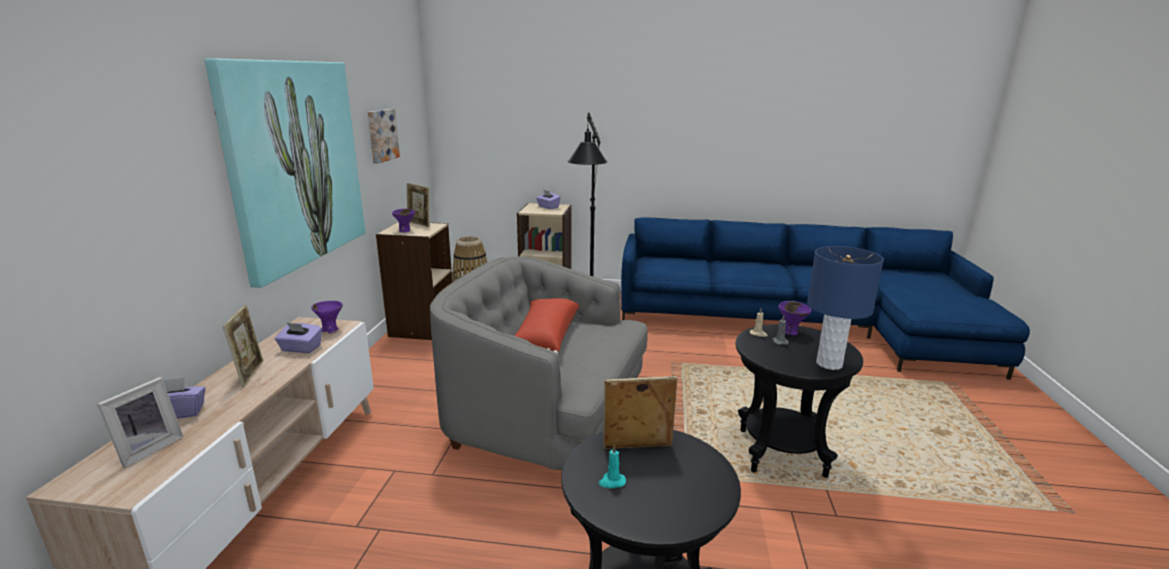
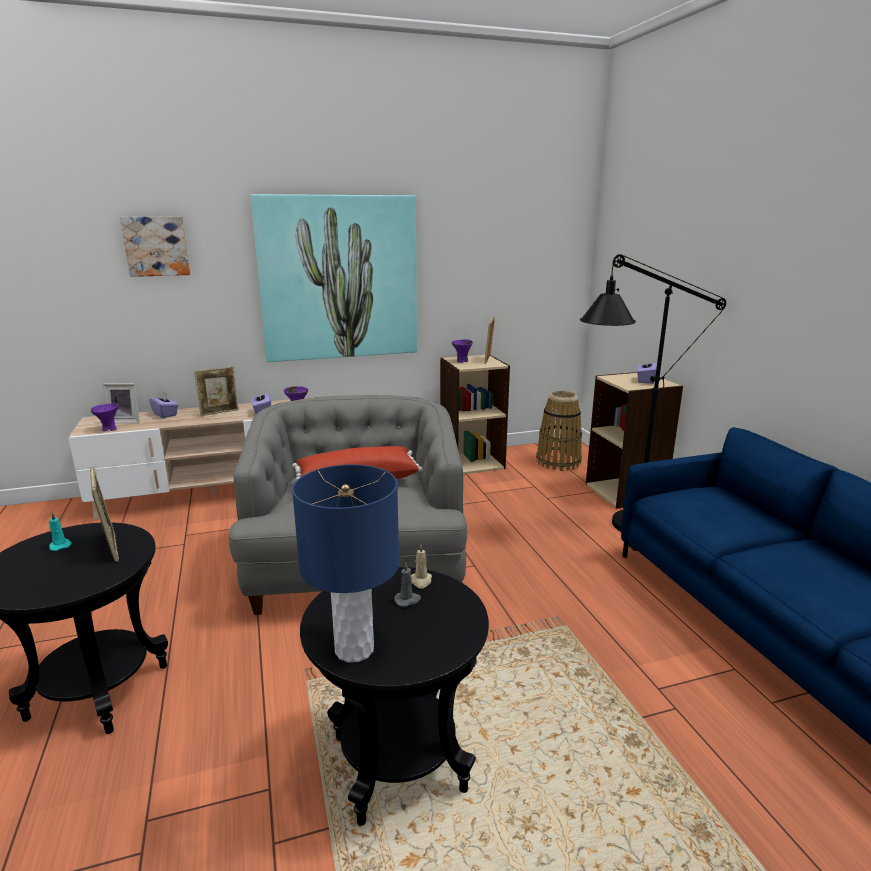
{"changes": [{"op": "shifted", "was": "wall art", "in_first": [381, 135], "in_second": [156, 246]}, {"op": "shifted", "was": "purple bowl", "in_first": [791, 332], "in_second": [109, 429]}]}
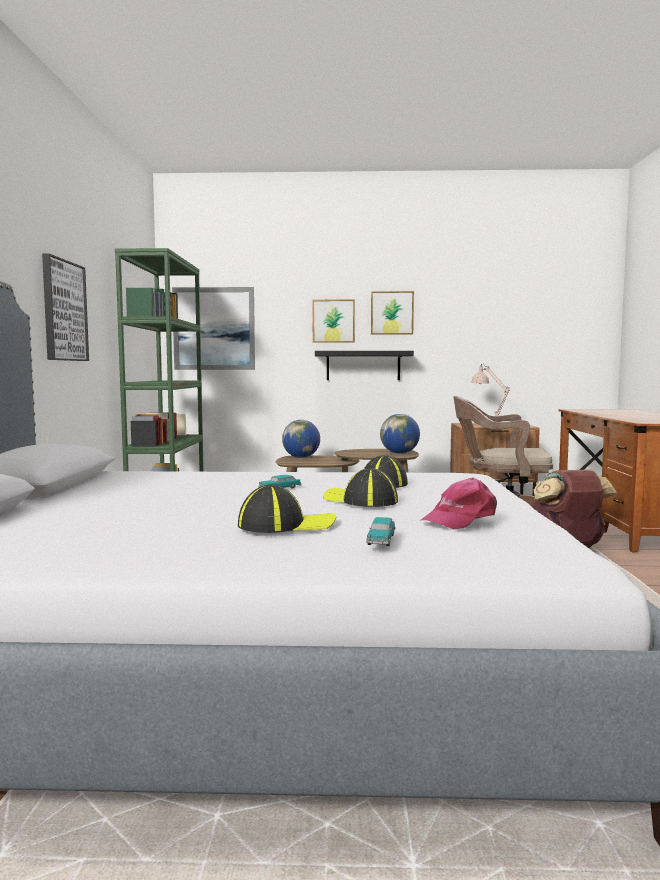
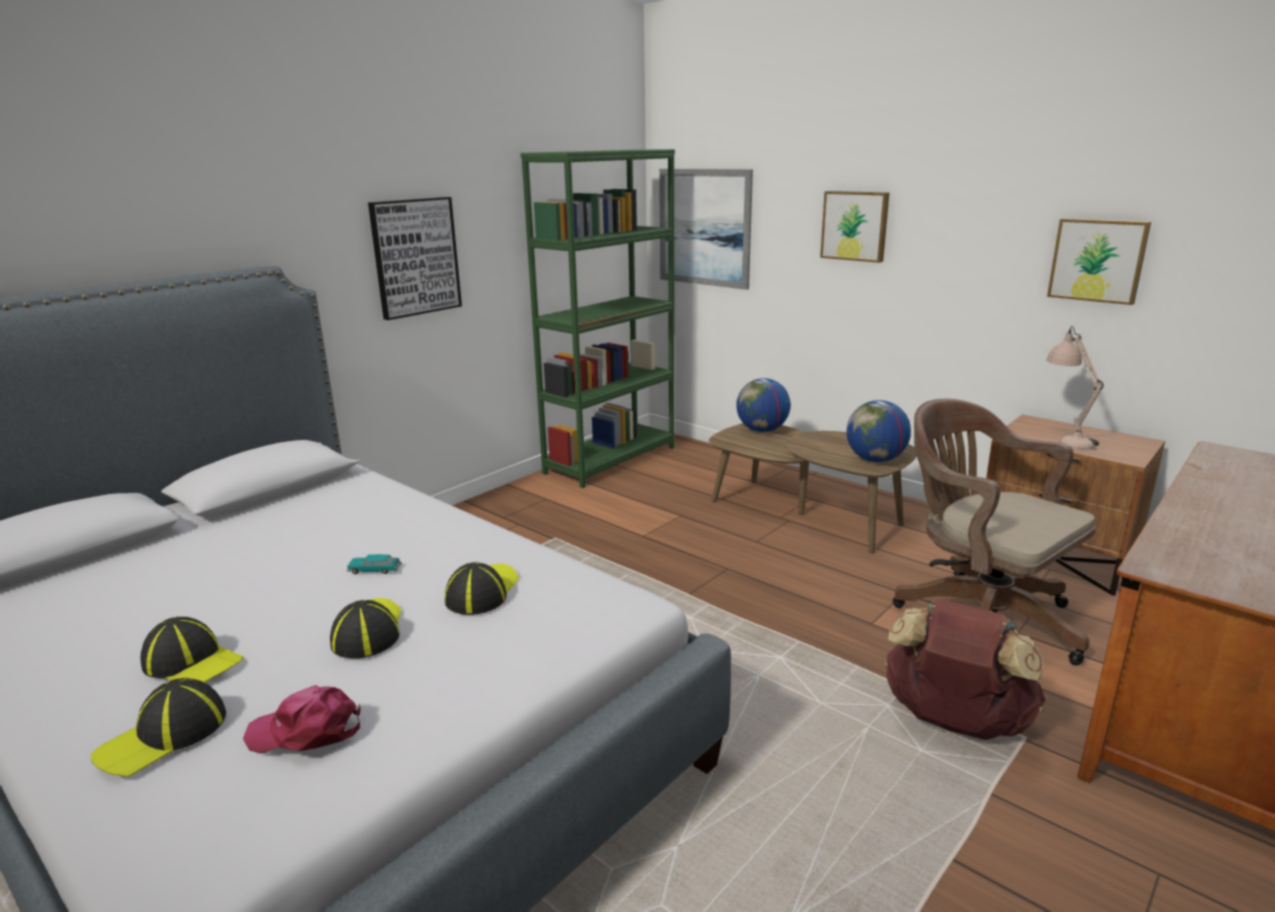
{"changes": [{"op": "gone", "was": "black-coloured wall shelf", "in_first": [363, 365]}, {"op": "shifted", "was": "wall art", "in_first": [392, 313], "in_second": [1098, 260]}, {"op": "swapped", "was": "miniature car", "now": "peaked cap", "in_first": [381, 539], "in_second": [164, 736]}]}
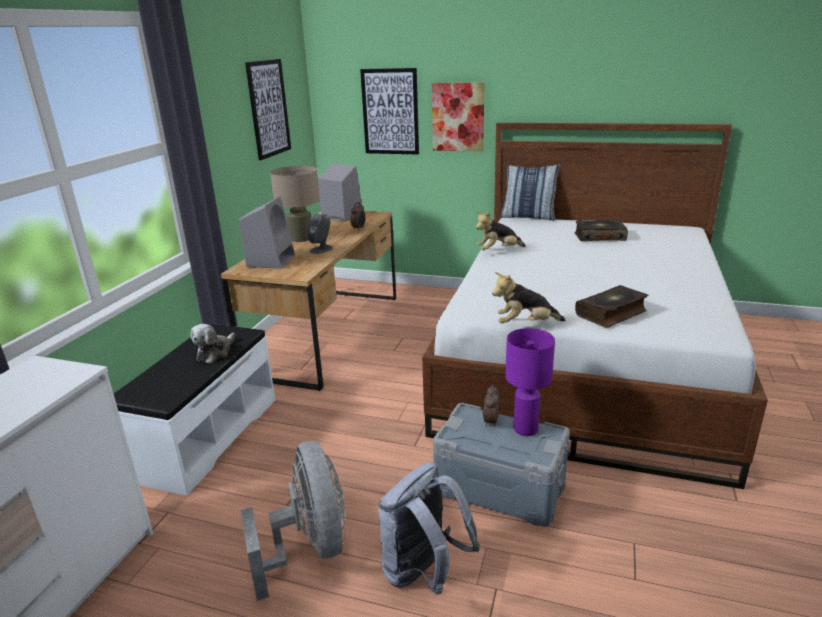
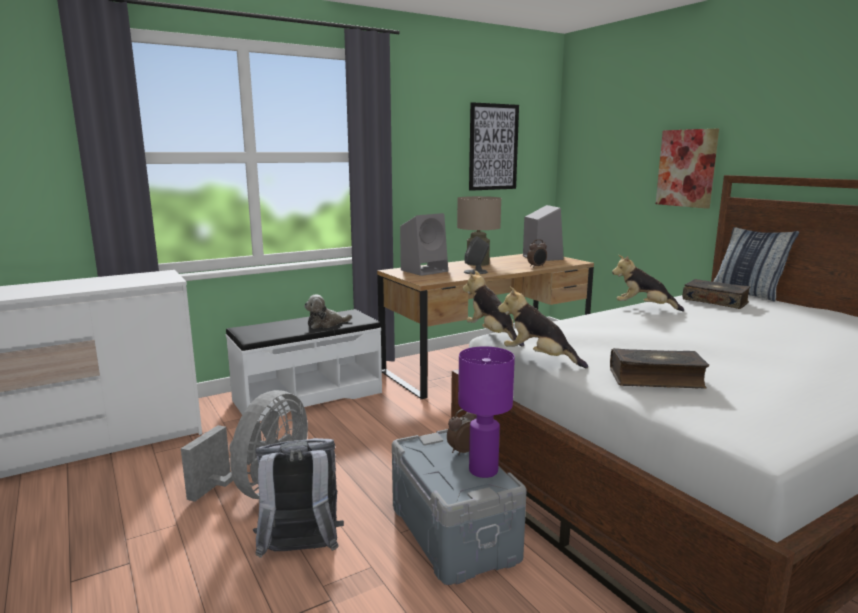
{"changes": [{"op": "gone", "was": "wall art", "in_first": [390, 112]}, {"op": "new", "now": "cuddly toy", "in_second": [492, 335]}, {"op": "shifted", "was": "book", "in_first": [599, 237], "in_second": [715, 301]}]}
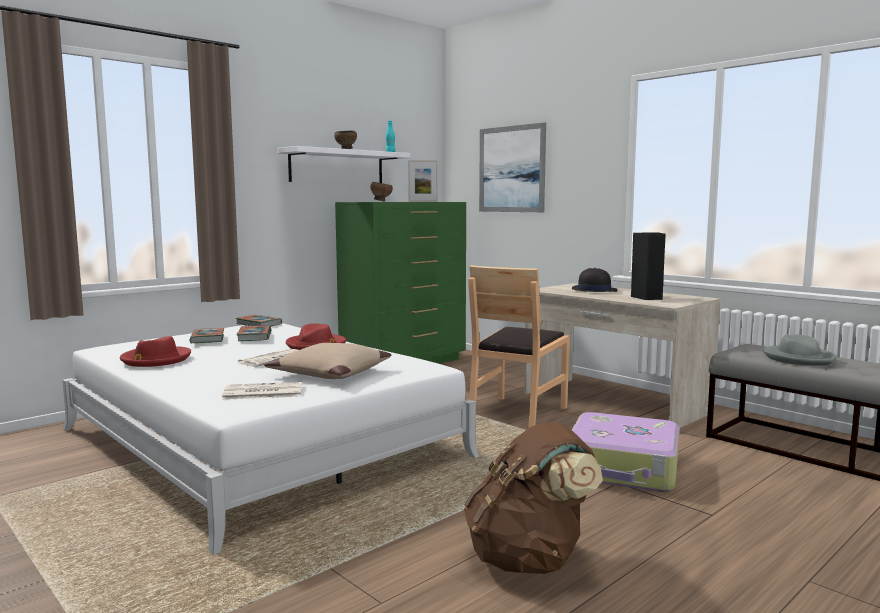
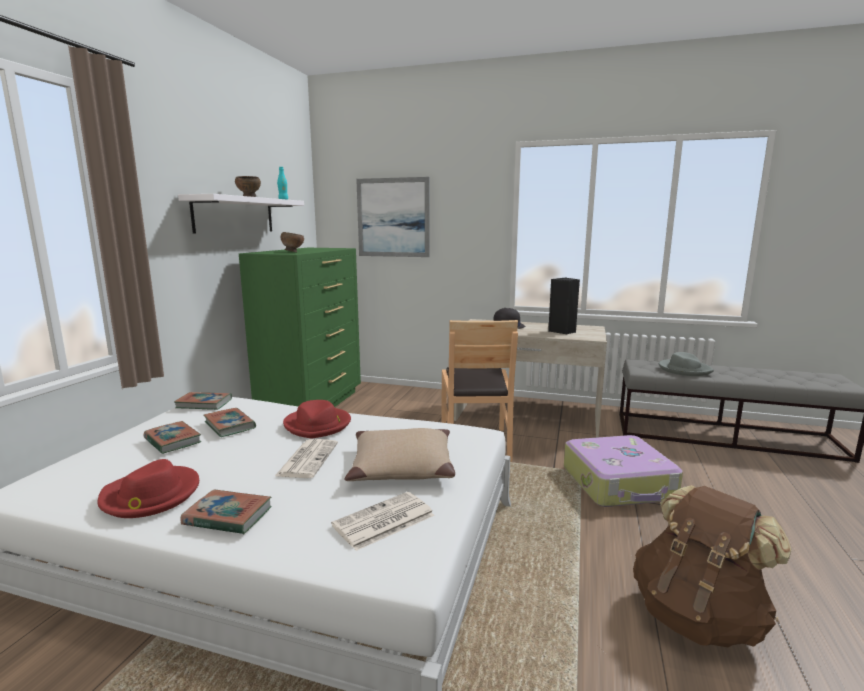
{"changes": [{"op": "gone", "was": "standing frame", "in_first": [423, 201]}, {"op": "new", "now": "book", "in_second": [228, 516]}]}
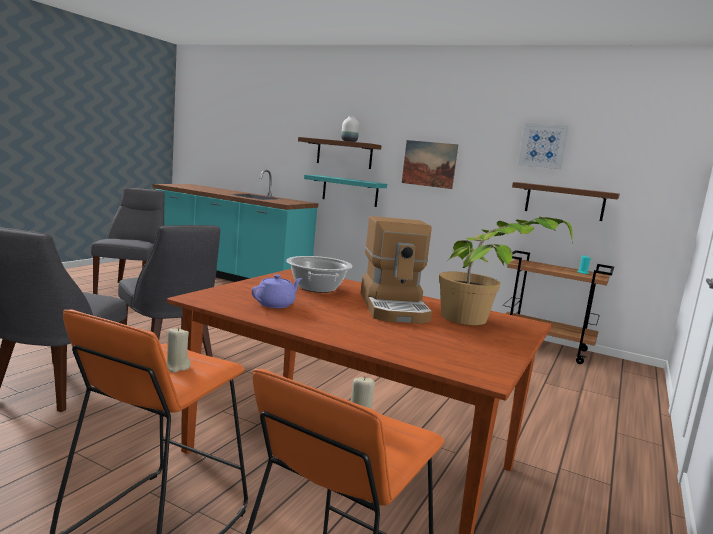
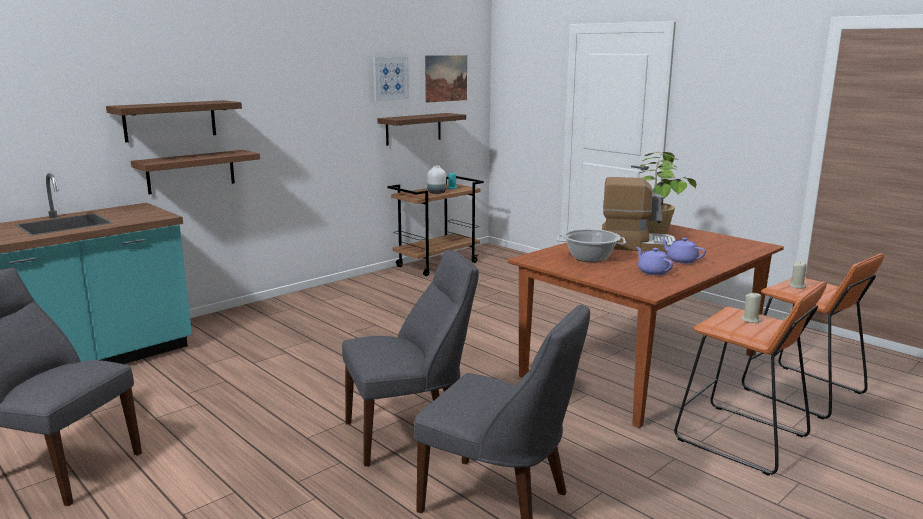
{"changes": [{"op": "new", "now": "purple teapot", "in_second": [681, 260]}, {"op": "shifted", "was": "white vase", "in_first": [348, 141], "in_second": [436, 193]}, {"op": "shifted", "was": "wall art", "in_first": [429, 164], "in_second": [446, 78]}, {"op": "repainted", "was": "blue-green wall shelf", "now": "brownish wall shelf", "in_first": [350, 191], "in_second": [191, 171]}]}
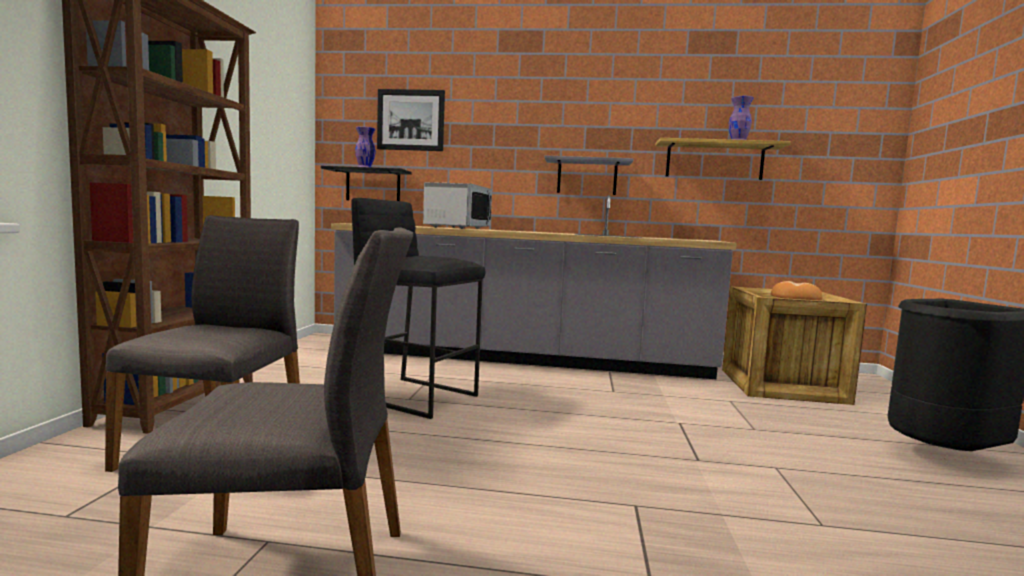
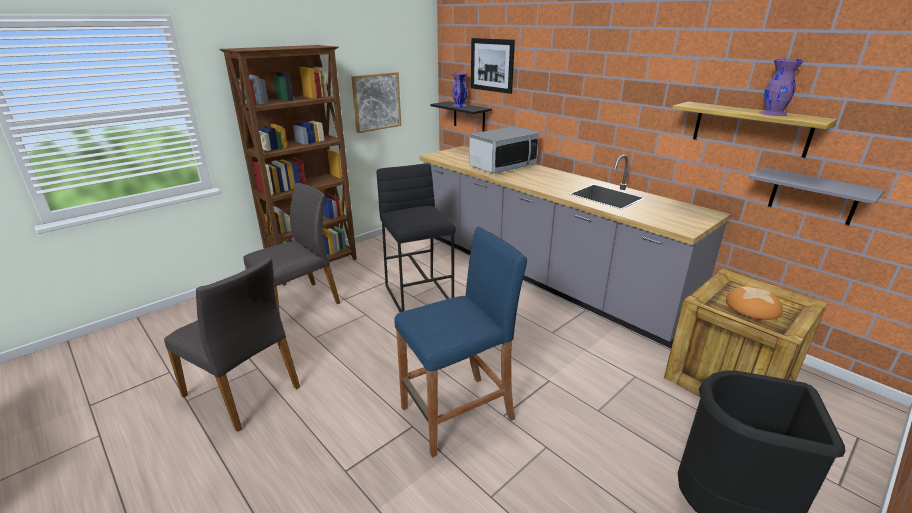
{"changes": [{"op": "new", "now": "wall art", "in_second": [376, 102]}, {"op": "new", "now": "blue-coloured stool seat", "in_second": [457, 414]}, {"op": "shifted", "was": "grey wall shelf", "in_first": [587, 177], "in_second": [813, 196]}]}
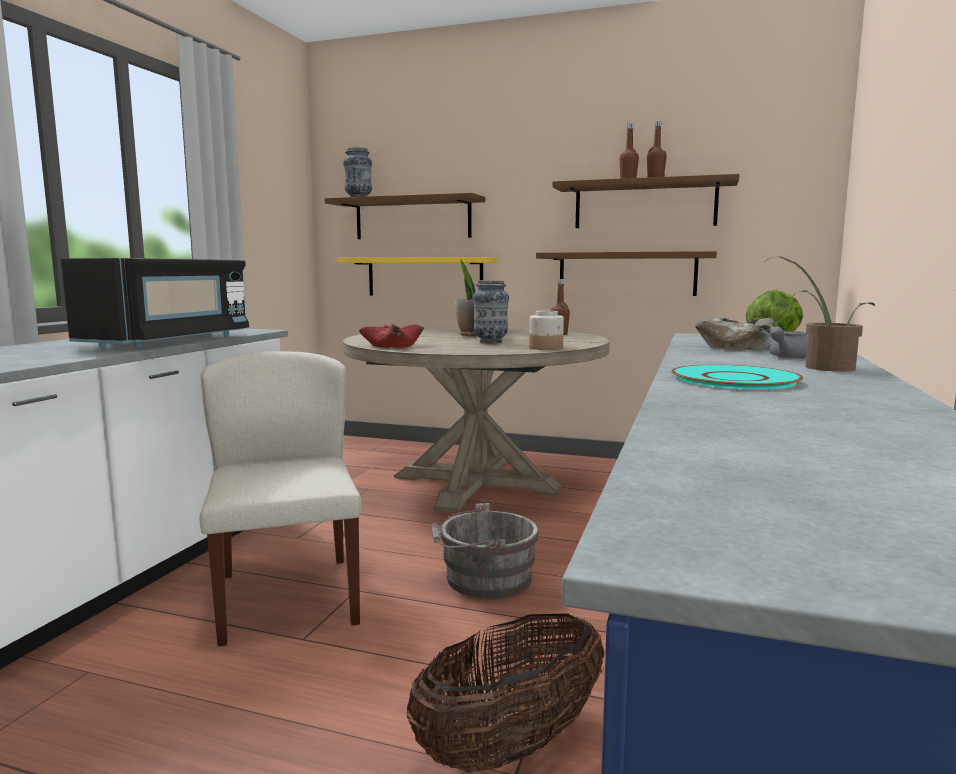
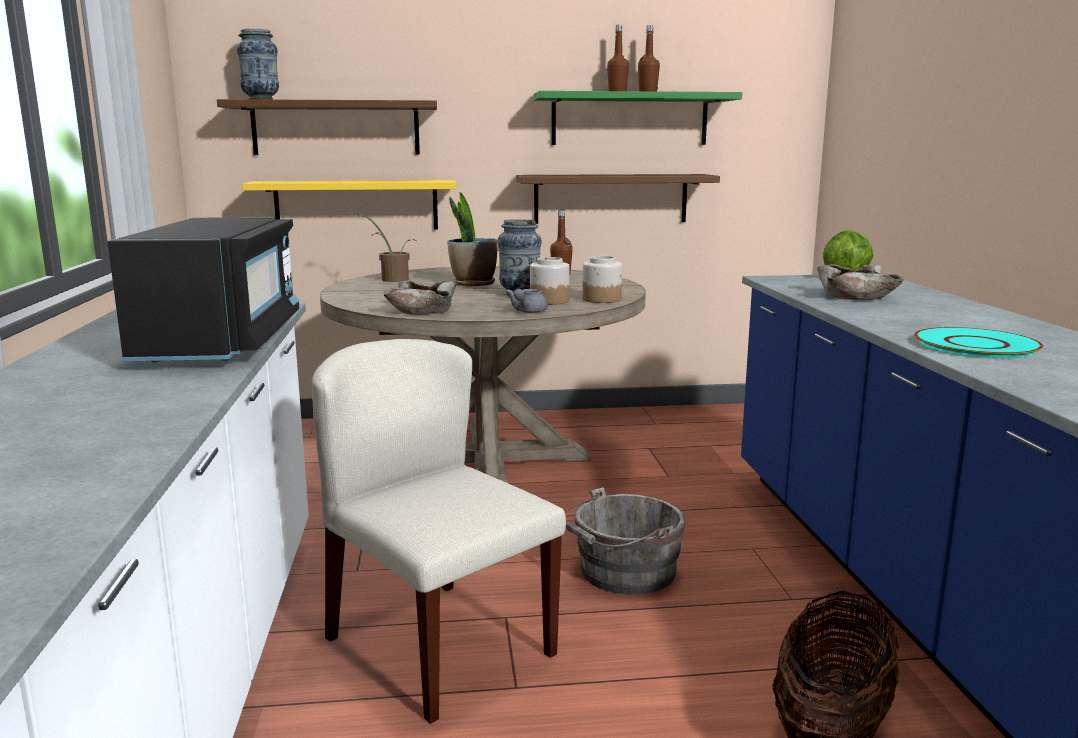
{"changes": [{"op": "new", "now": "storage jar", "in_second": [549, 301]}, {"op": "shifted", "was": "grey teapot", "in_first": [785, 357], "in_second": [527, 312]}, {"op": "shifted", "was": "houseplant", "in_first": [821, 367], "in_second": [390, 279]}, {"op": "repainted", "was": "red-coloured bowl", "now": "beige bowl", "in_first": [392, 346], "in_second": [423, 310]}, {"op": "repainted", "was": "brownish wall shelf", "now": "green wall shelf", "in_first": [645, 205], "in_second": [629, 119]}]}
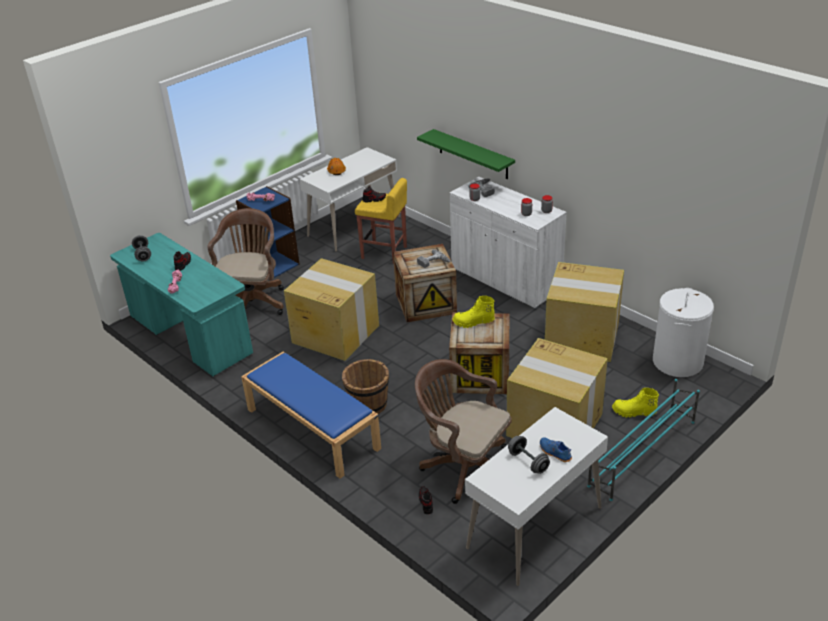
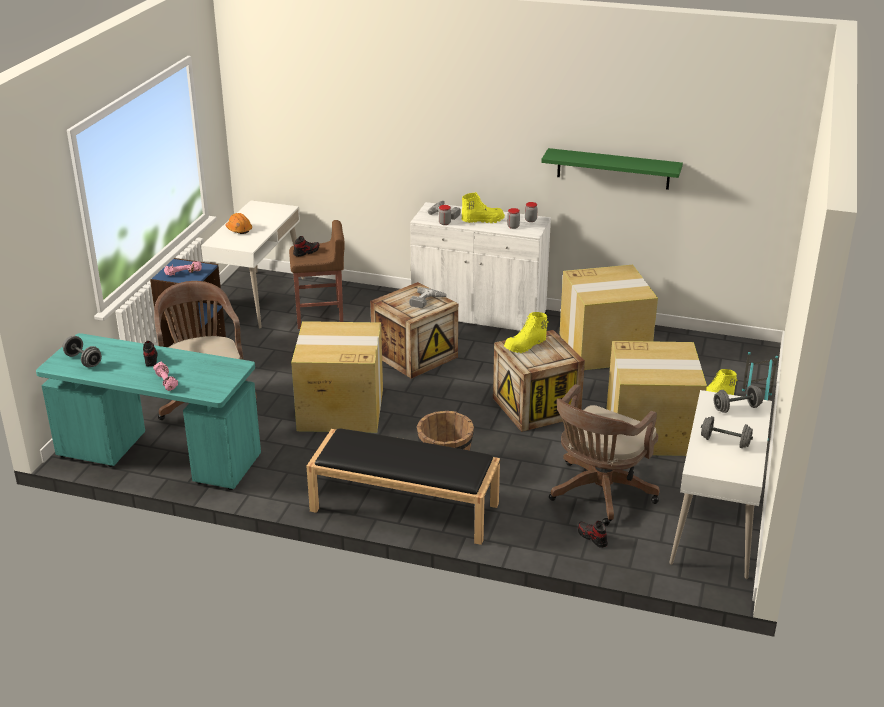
{"changes": [{"op": "gone", "was": "blue-coloured shoe", "in_first": [554, 453]}, {"op": "gone", "was": "white washing basket", "in_first": [677, 361]}, {"op": "new", "now": "yellowish boot", "in_second": [482, 220]}, {"op": "new", "now": "grey dumbbell", "in_second": [736, 408]}, {"op": "shifted", "was": "green wall shelf", "in_first": [473, 154], "in_second": [613, 169]}, {"op": "repainted", "was": "blue-coloured bench", "now": "black-coloured bench", "in_first": [311, 428], "in_second": [403, 507]}, {"op": "repainted", "was": "yellowish stool seat", "now": "brownish stool seat", "in_first": [384, 253], "in_second": [320, 317]}, {"op": "rotated", "was": "brownish office chair", "in_first": [463, 467], "in_second": [599, 494], "clockwise": -60}]}
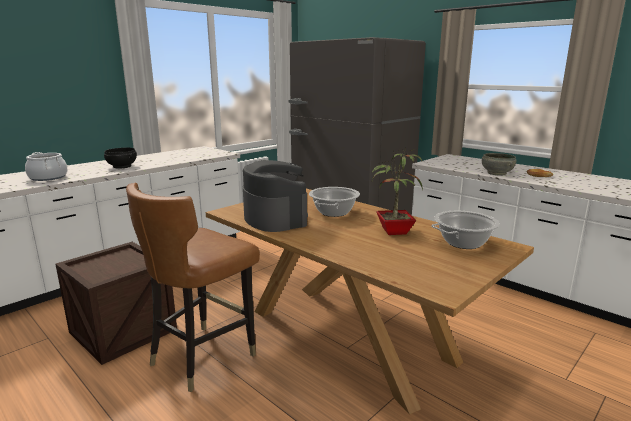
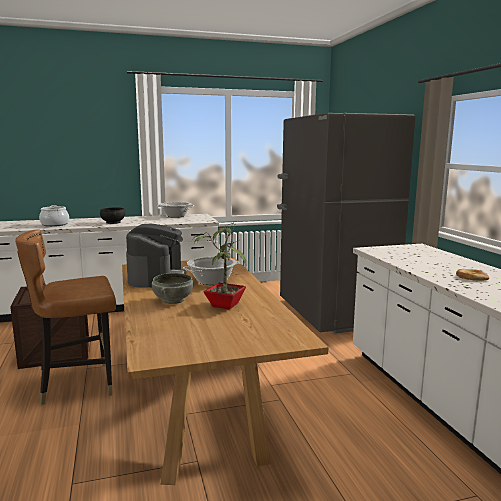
{"changes": [{"op": "shifted", "was": "saucepot", "in_first": [463, 243], "in_second": [175, 216]}, {"op": "shifted", "was": "grey bowl", "in_first": [496, 173], "in_second": [172, 300]}]}
